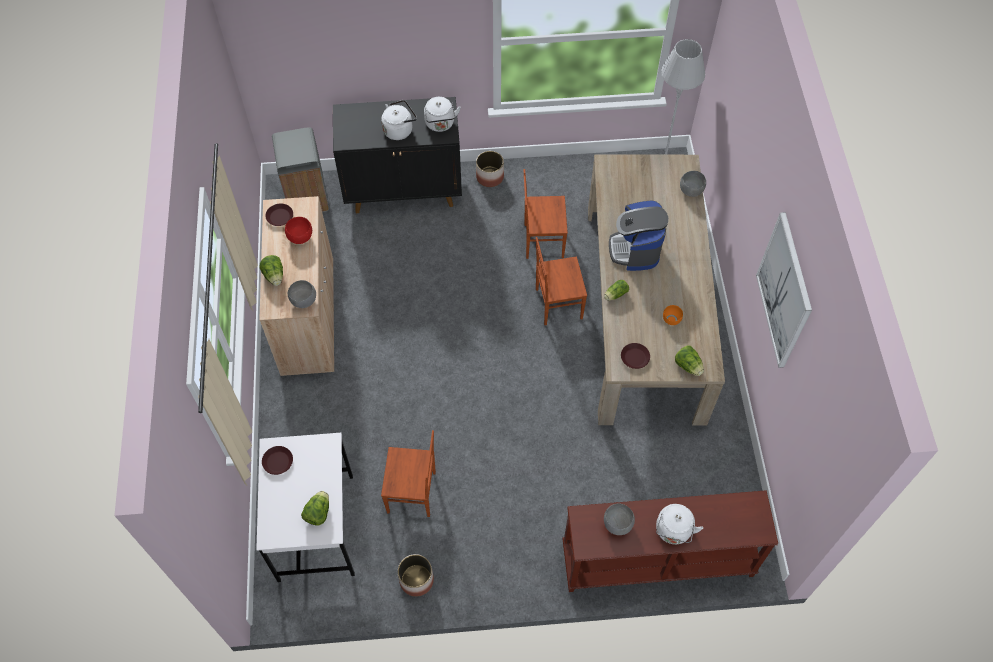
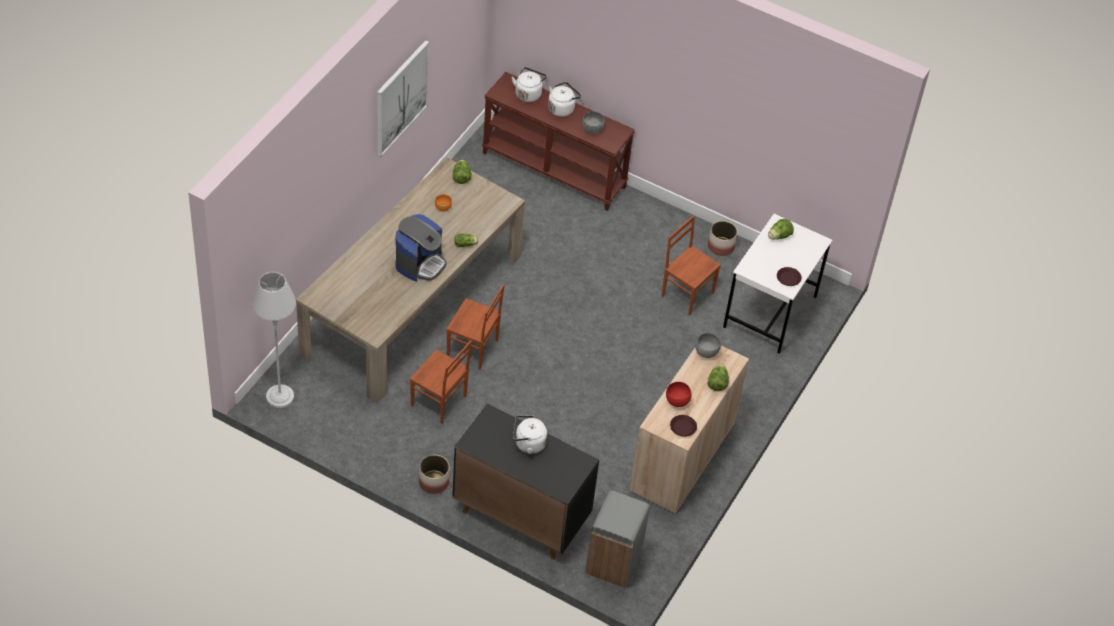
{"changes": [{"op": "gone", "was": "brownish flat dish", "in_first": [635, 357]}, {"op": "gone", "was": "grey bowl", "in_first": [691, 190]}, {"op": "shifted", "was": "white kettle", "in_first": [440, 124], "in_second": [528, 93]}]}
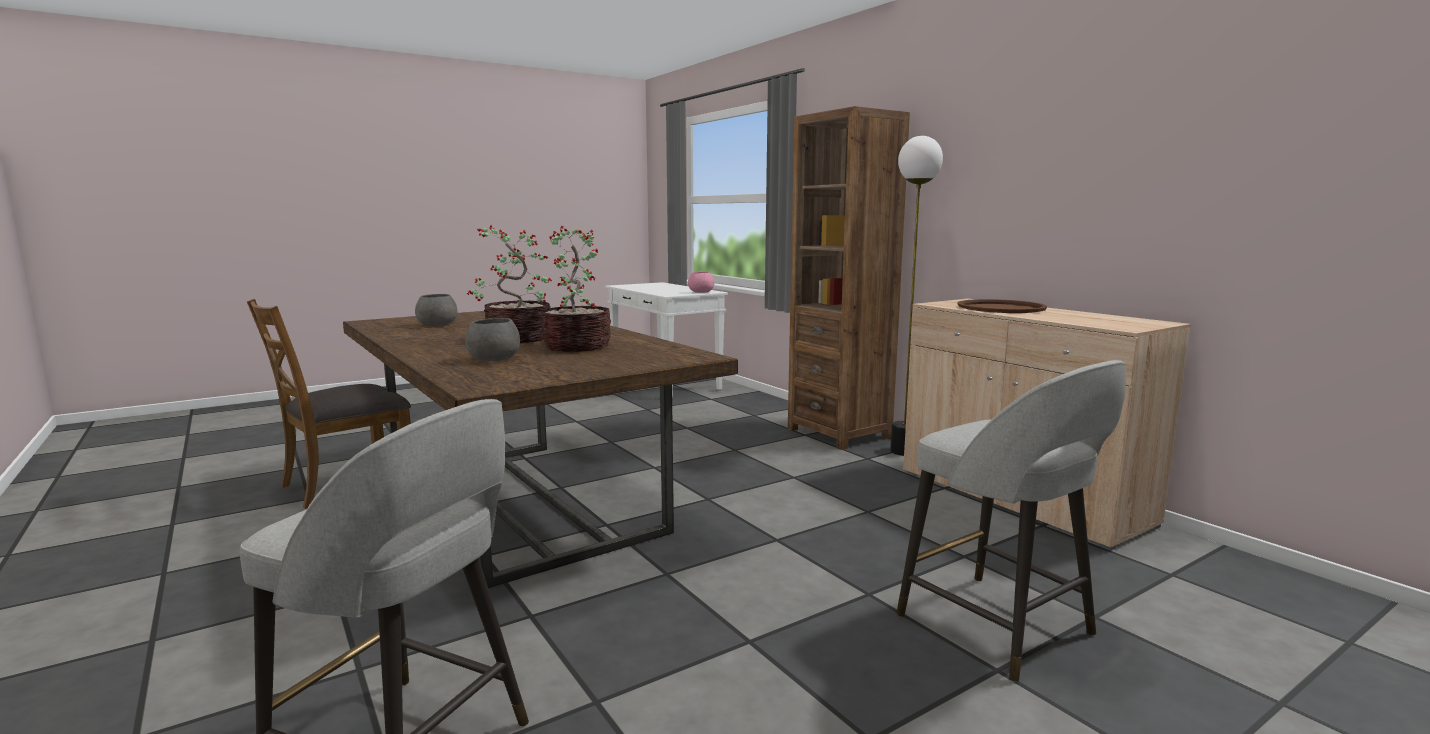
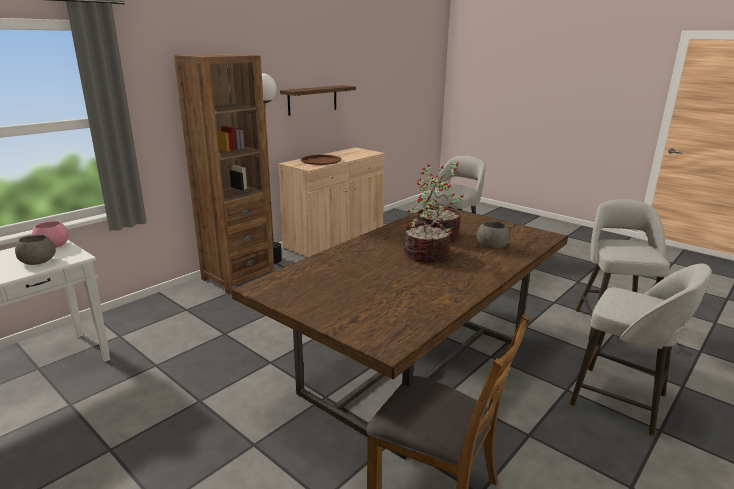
{"changes": [{"op": "new", "now": "wall shelf", "in_second": [312, 100]}, {"op": "new", "now": "grey stool seat", "in_second": [622, 401]}, {"op": "shifted", "was": "grey bowl", "in_first": [438, 324], "in_second": [37, 261]}]}
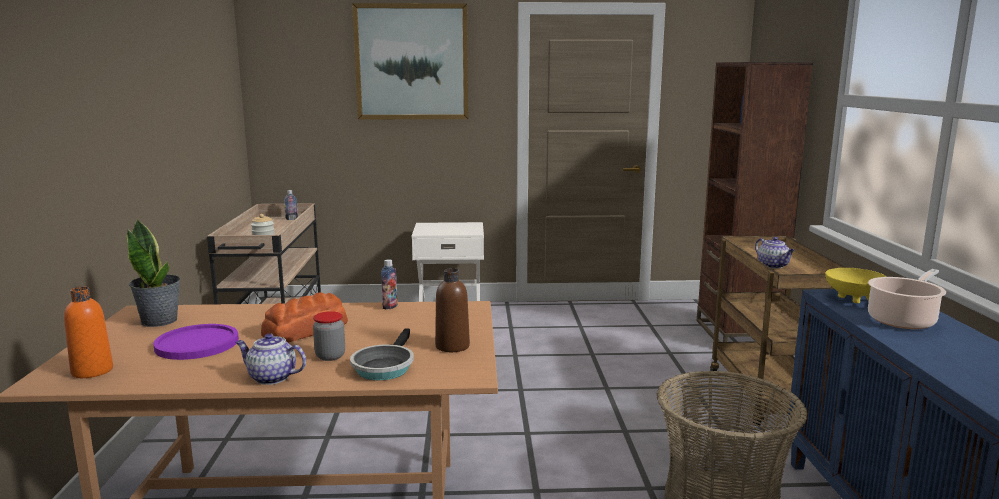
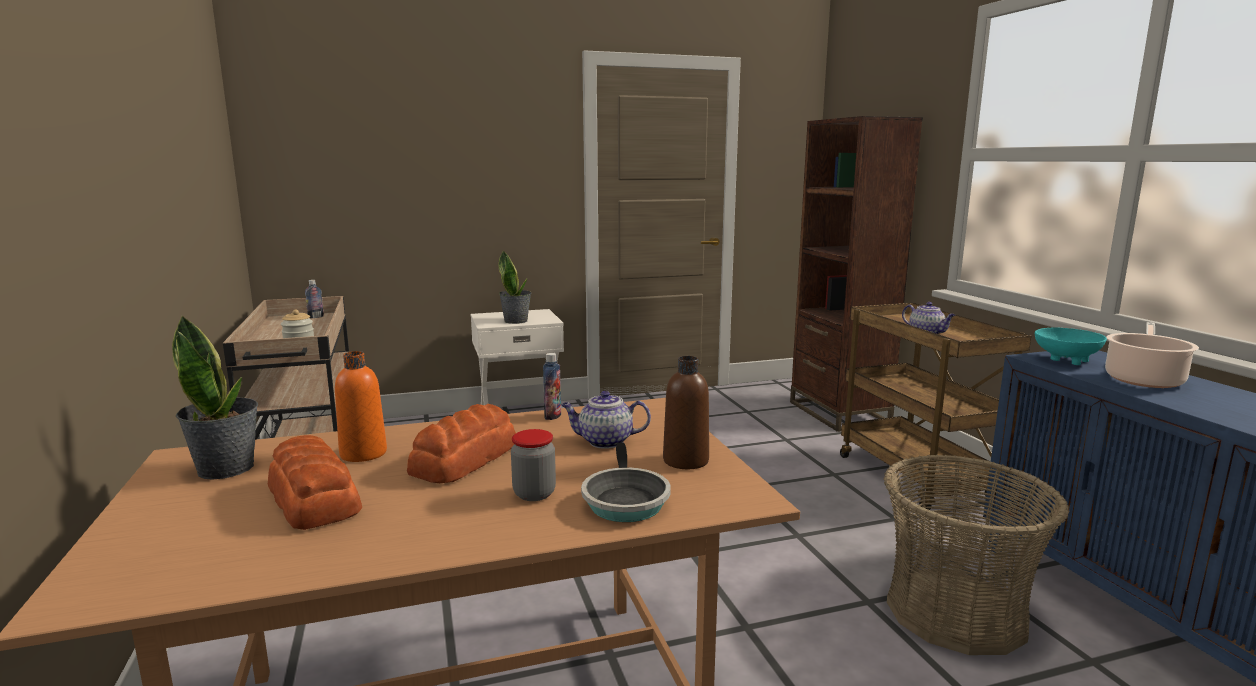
{"changes": [{"op": "gone", "was": "wall art", "in_first": [412, 62]}, {"op": "new", "now": "houseplant", "in_second": [516, 321]}, {"op": "shifted", "was": "orange-coloured bottle", "in_first": [92, 371], "in_second": [363, 453]}, {"op": "shifted", "was": "teapot", "in_first": [271, 378], "in_second": [604, 441]}, {"op": "swapped", "was": "purple flat dish", "now": "baked bread", "in_first": [197, 344], "in_second": [314, 498]}, {"op": "repainted", "was": "yellowish bowl", "now": "blue-green bowl", "in_first": [852, 298], "in_second": [1065, 360]}]}
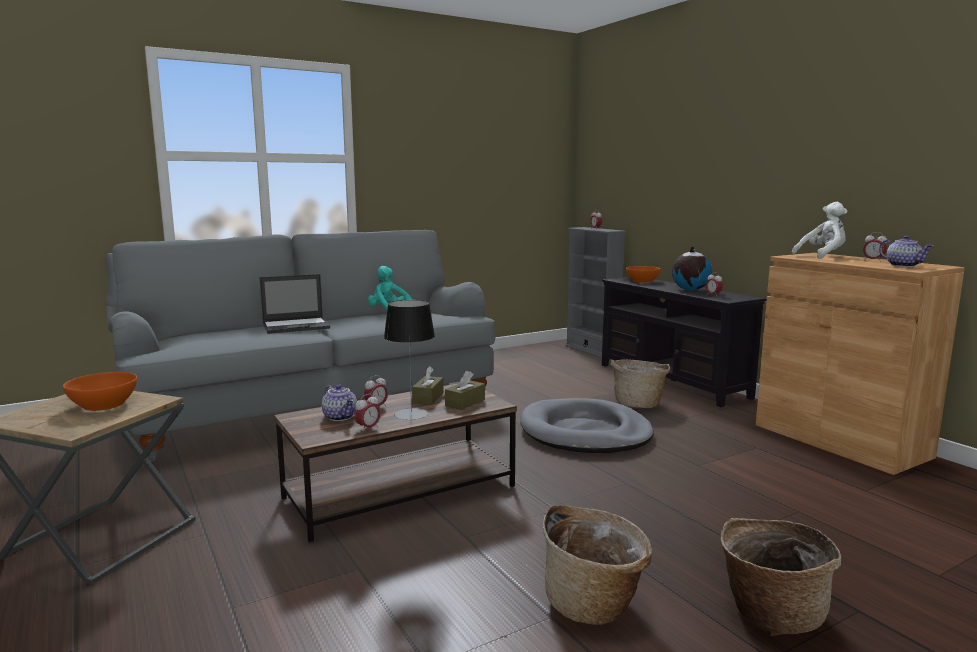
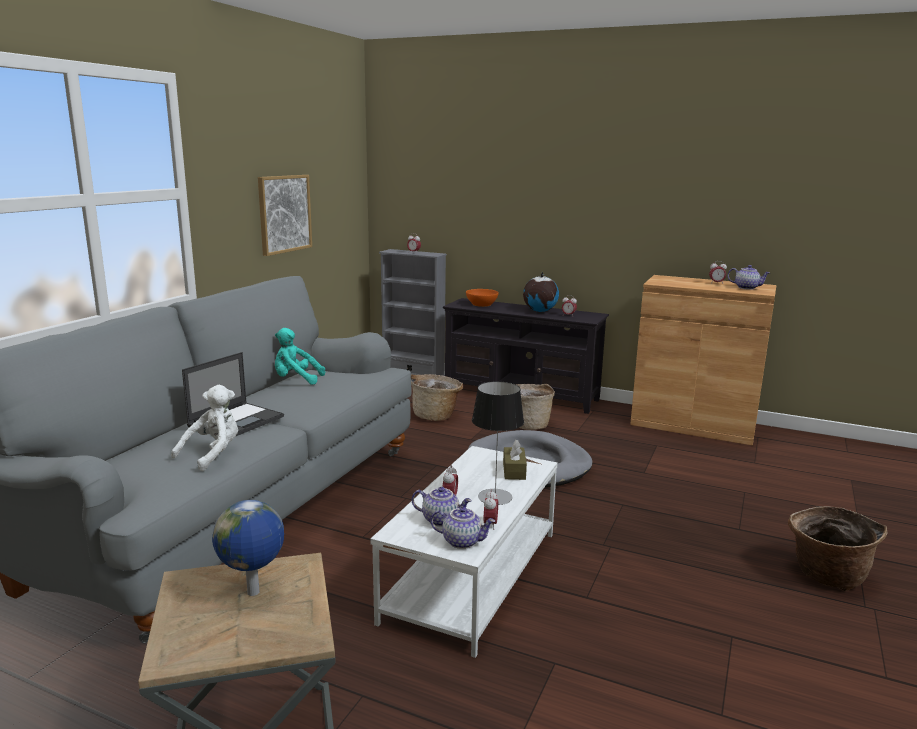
{"changes": [{"op": "gone", "was": "brownish tissue box", "in_first": [428, 398]}, {"op": "new", "now": "wall art", "in_second": [284, 214]}, {"op": "new", "now": "teapot", "in_second": [462, 541]}, {"op": "shifted", "was": "basket", "in_first": [594, 604], "in_second": [436, 415]}, {"op": "shifted", "was": "white cuddly toy", "in_first": [822, 256], "in_second": [213, 454]}, {"op": "swapped", "was": "orange-coloured bowl", "now": "desk globe", "in_first": [103, 405], "in_second": [254, 593]}, {"op": "repainted", "was": "brownish lounge table", "now": "white lounge table", "in_first": [400, 491], "in_second": [472, 575]}]}
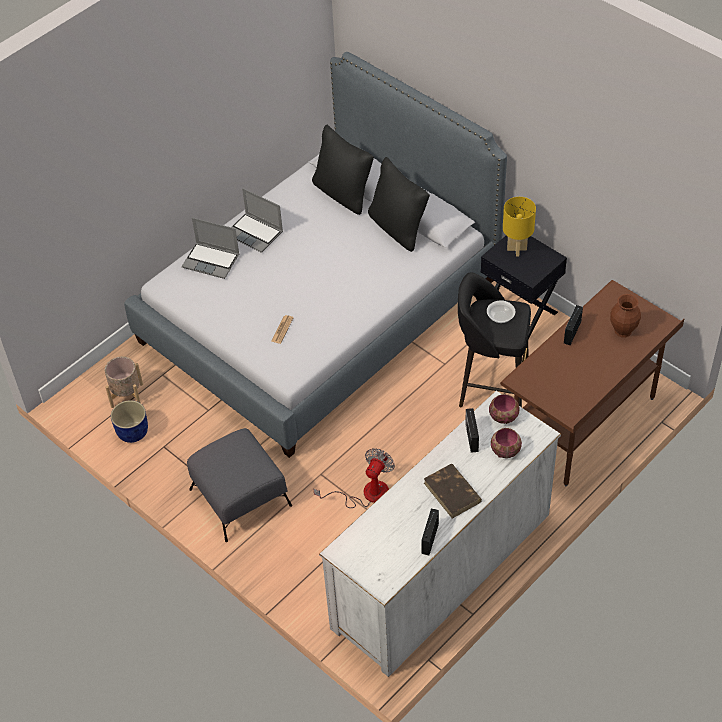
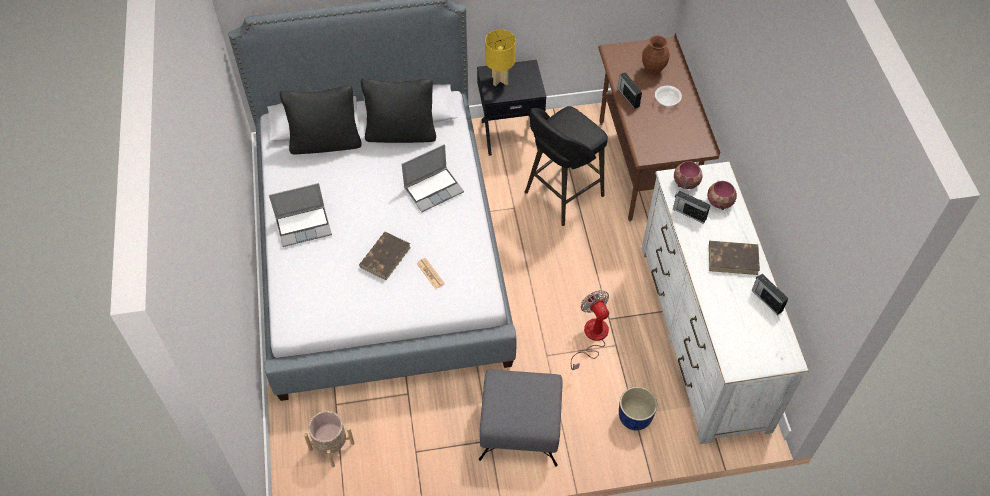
{"changes": [{"op": "new", "now": "brownish book", "in_second": [385, 257]}, {"op": "shifted", "was": "blue-coloured flower pot", "in_first": [132, 432], "in_second": [634, 417]}, {"op": "shifted", "was": "portable computer", "in_first": [212, 261], "in_second": [434, 189]}, {"op": "shifted", "was": "bowl", "in_first": [500, 317], "in_second": [667, 101]}]}
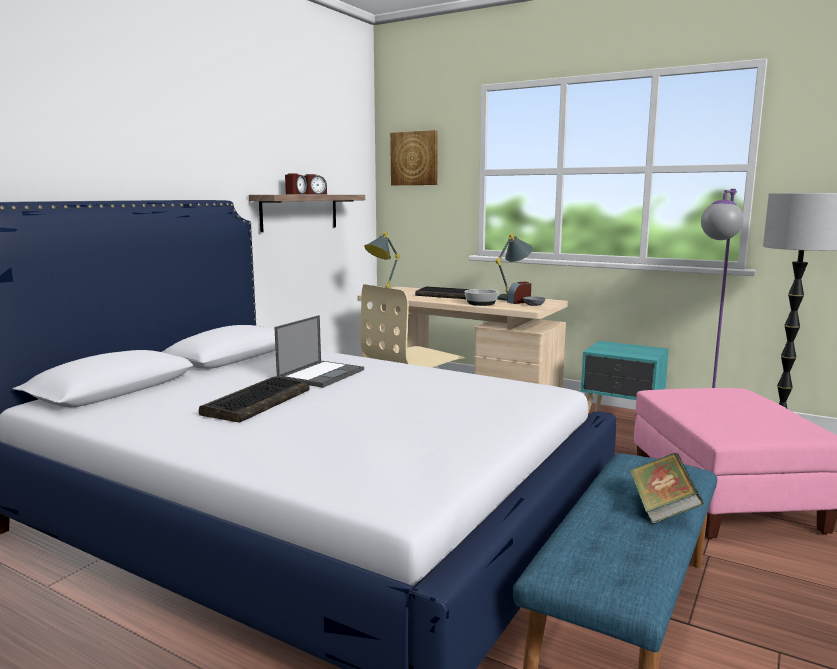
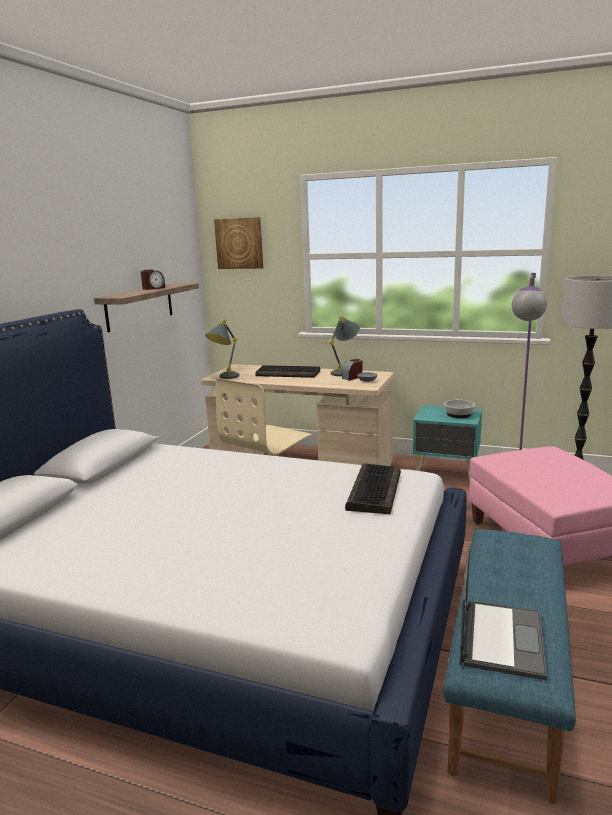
{"changes": [{"op": "gone", "was": "table clock", "in_first": [296, 194]}, {"op": "gone", "was": "book", "in_first": [662, 509]}, {"op": "shifted", "was": "keyboard", "in_first": [257, 401], "in_second": [373, 490]}, {"op": "shifted", "was": "portable computer", "in_first": [321, 374], "in_second": [500, 637]}, {"op": "shifted", "was": "bowl", "in_first": [481, 303], "in_second": [458, 414]}]}
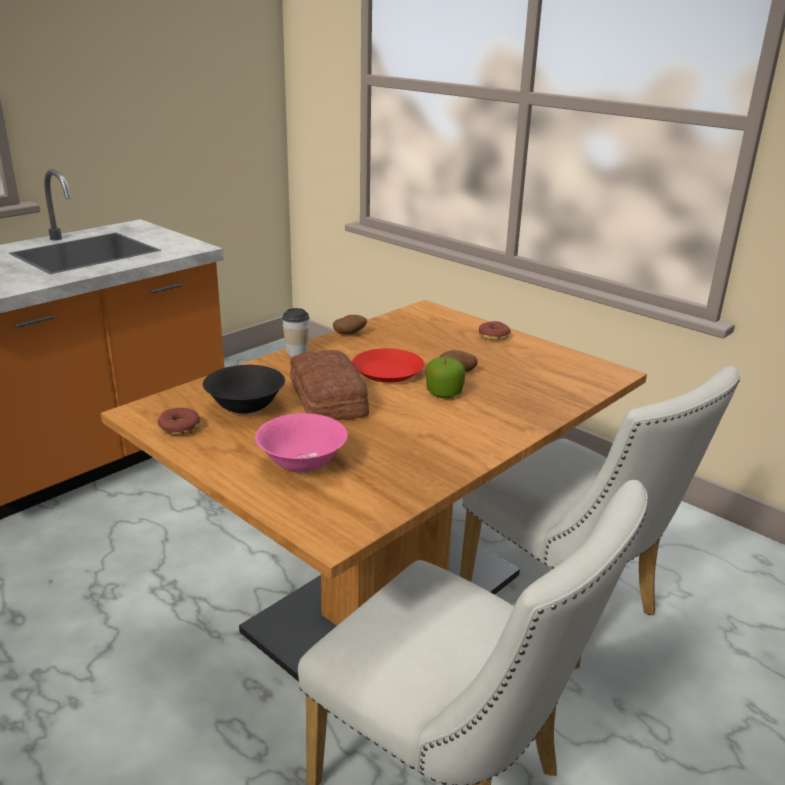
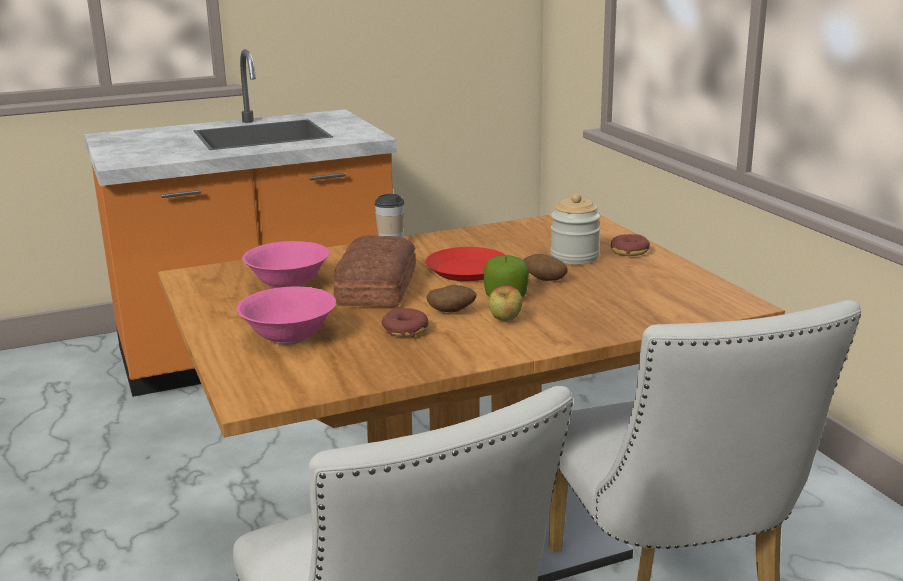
{"changes": [{"op": "new", "now": "apple", "in_second": [505, 320]}, {"op": "new", "now": "storage jar", "in_second": [574, 257]}, {"op": "shifted", "was": "ring doughnut", "in_first": [179, 427], "in_second": [405, 330]}, {"op": "shifted", "was": "spud", "in_first": [350, 334], "in_second": [452, 312]}, {"op": "repainted", "was": "black-coloured bowl", "now": "pink-coloured bowl", "in_first": [245, 408], "in_second": [288, 284]}]}
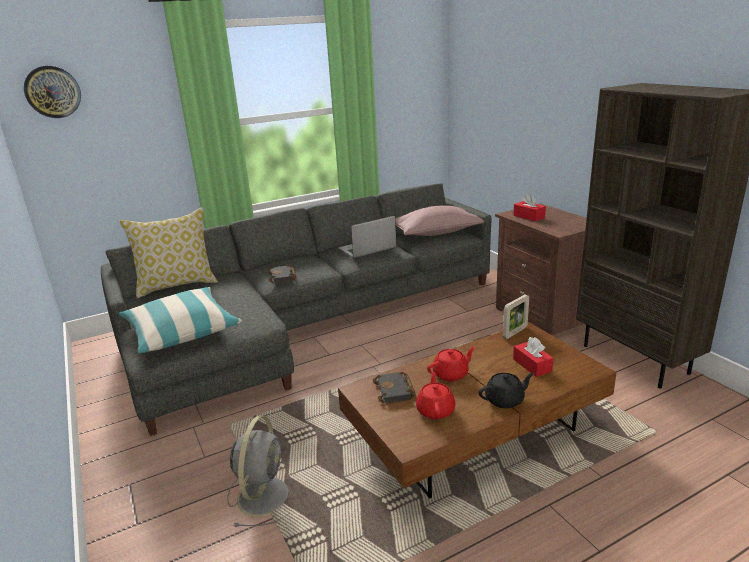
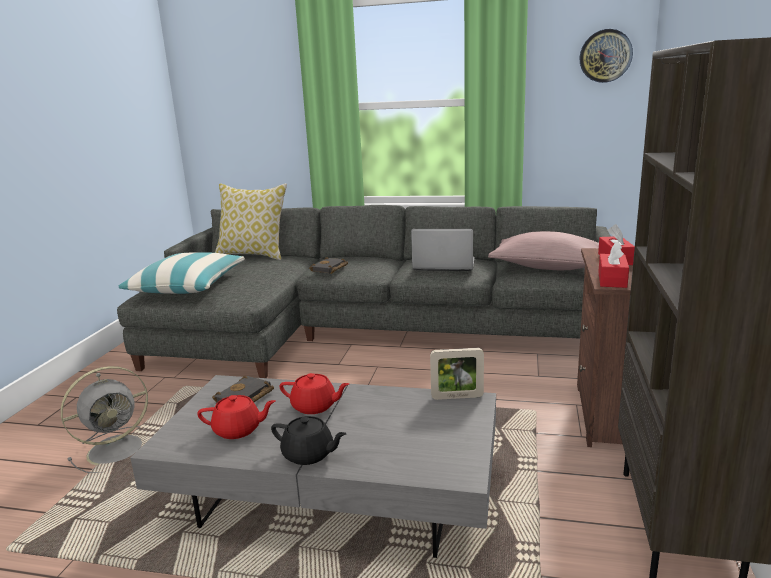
{"changes": [{"op": "shifted", "was": "clock on the wall", "in_first": [53, 92], "in_second": [605, 56]}, {"op": "shifted", "was": "red-coloured tissue box", "in_first": [532, 365], "in_second": [612, 279]}, {"op": "repainted", "was": "brownish lounge table", "now": "grey lounge table", "in_first": [475, 434], "in_second": [333, 497]}, {"op": "rotated", "was": "red-coloured teapot", "in_first": [435, 410], "in_second": [238, 430], "clockwise": 45}]}
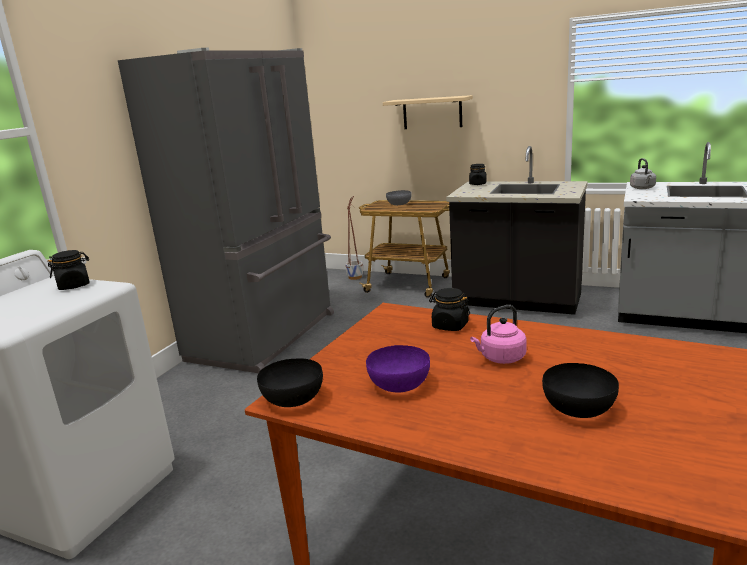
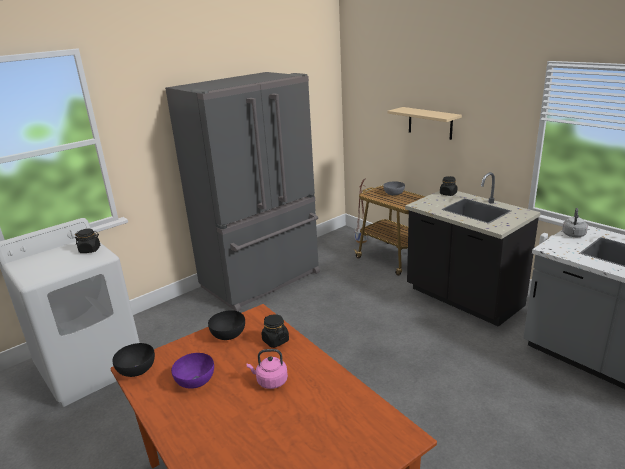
{"changes": [{"op": "shifted", "was": "black-coloured bowl", "in_first": [577, 408], "in_second": [228, 334]}]}
